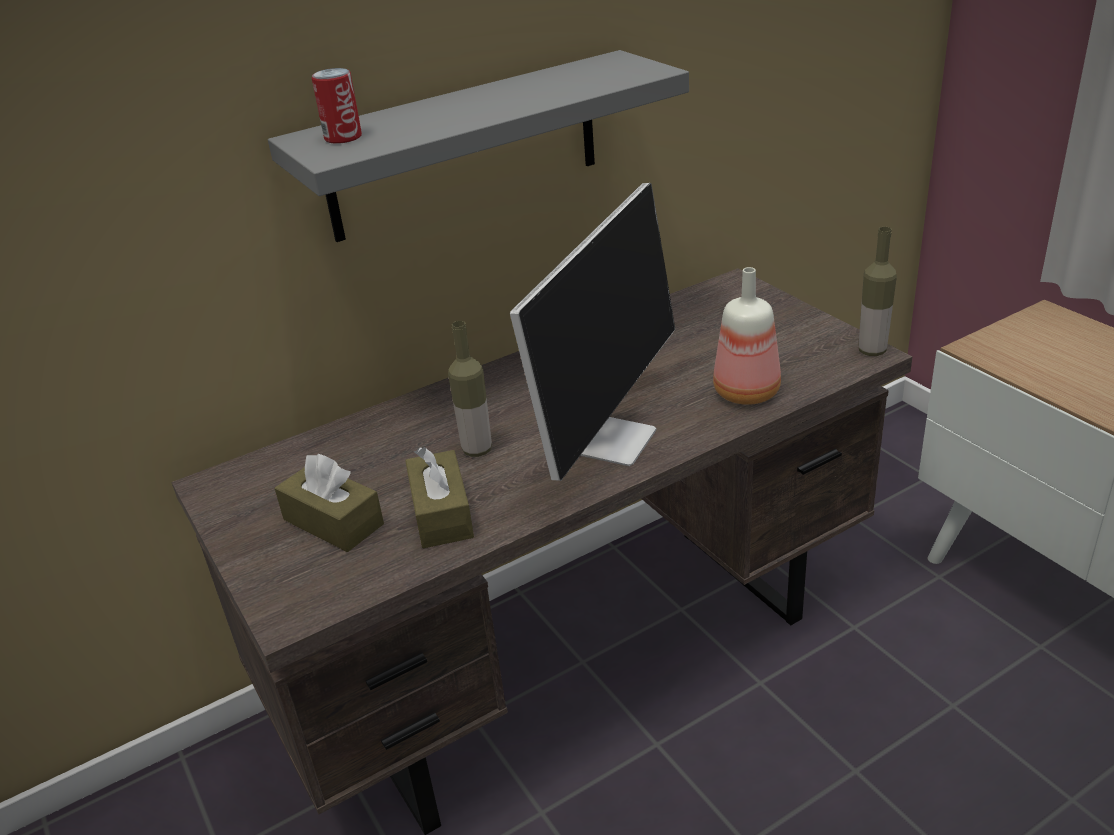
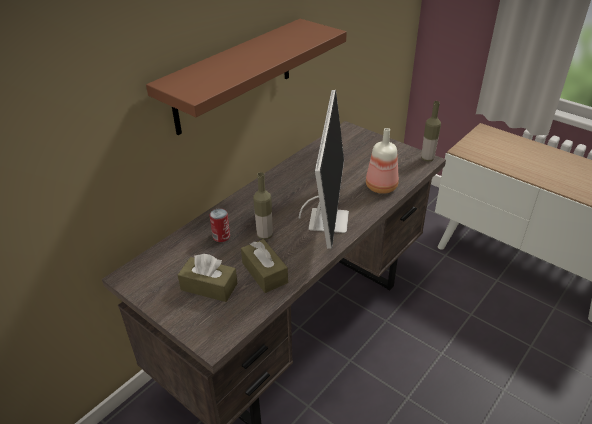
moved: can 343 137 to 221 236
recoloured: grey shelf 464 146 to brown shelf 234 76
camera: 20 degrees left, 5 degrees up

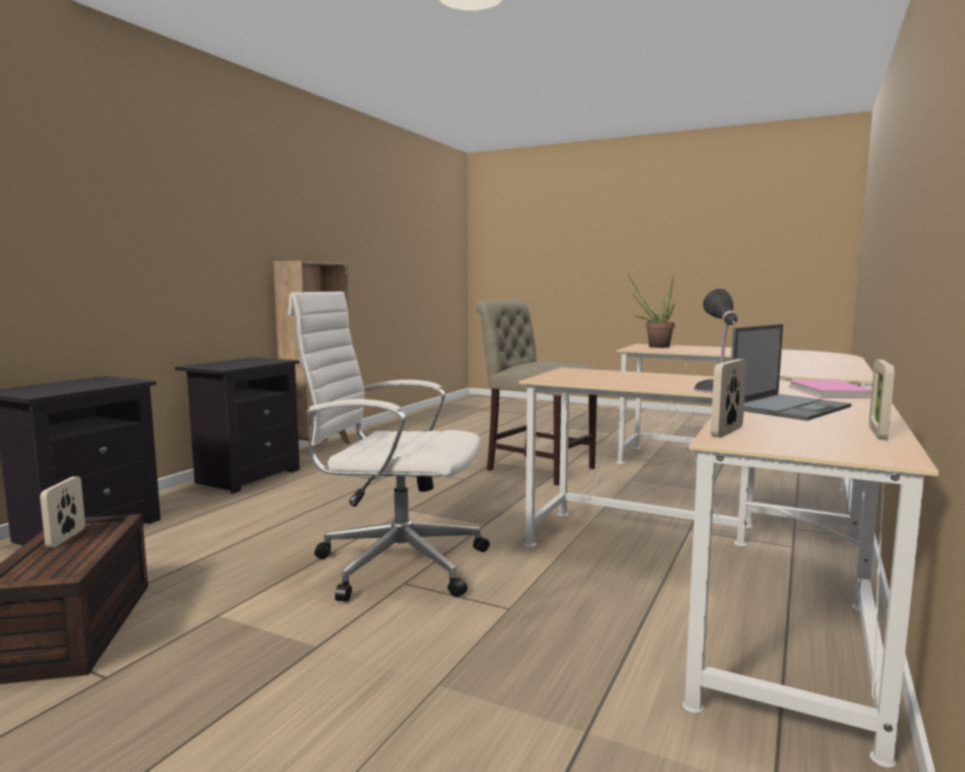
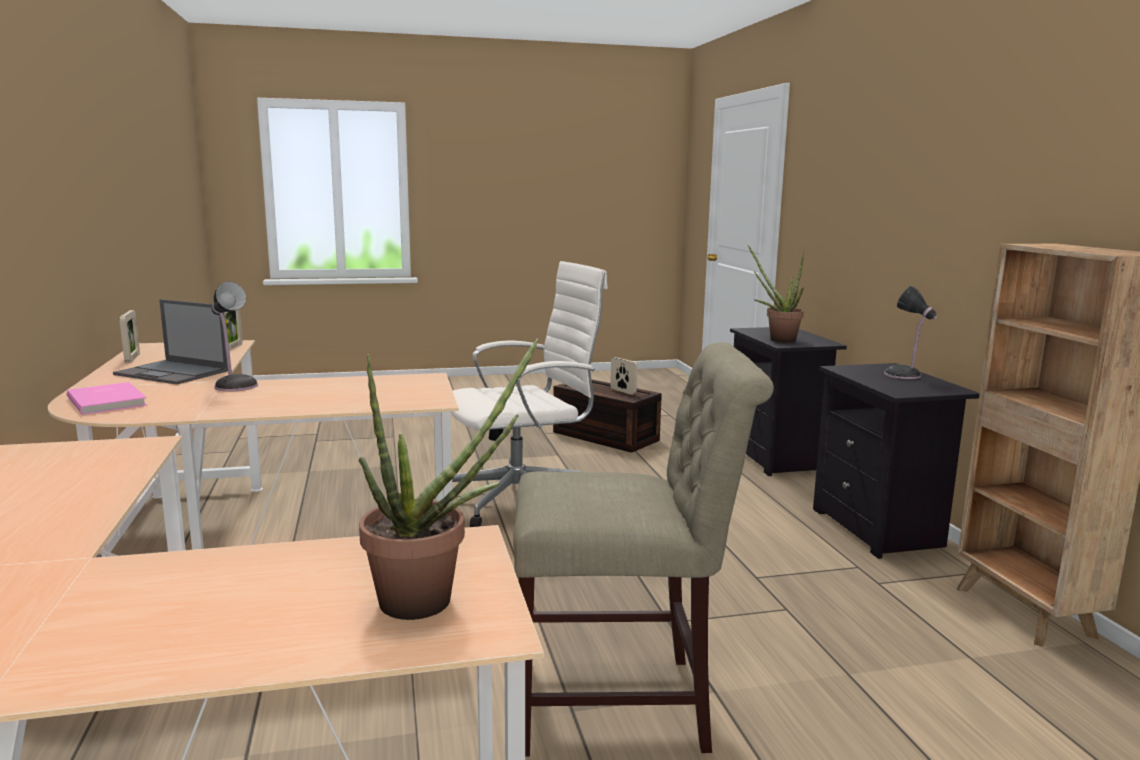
added: potted plant 777 339; table lamp 904 375
turned: laptop 789 407 = 173 373 75 degrees counterclockwise
camera: 140 degrees right, 5 degrees up

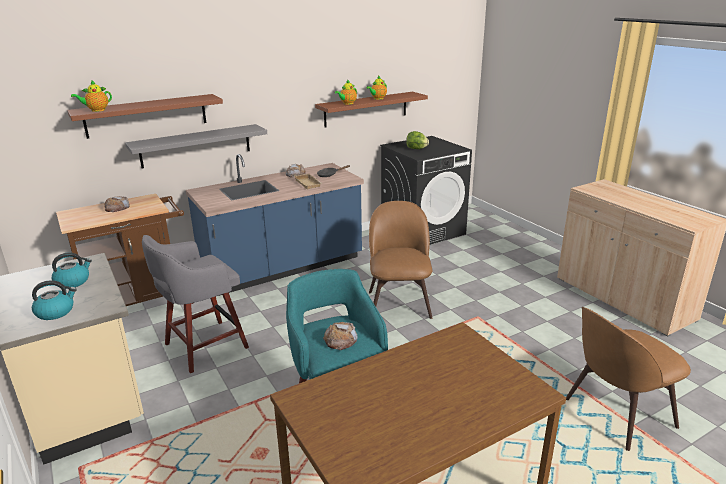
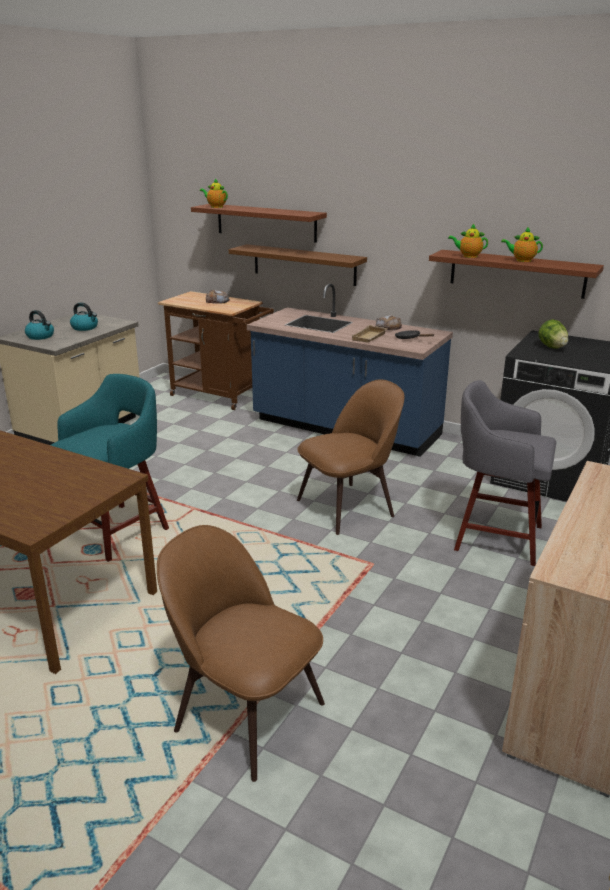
removed: bread 340 339
moved: grey stool 203 347 to 495 537
recoloured: grey shelf 196 146 to brown shelf 304 264
camera: 60 degrees right, 0 degrees up

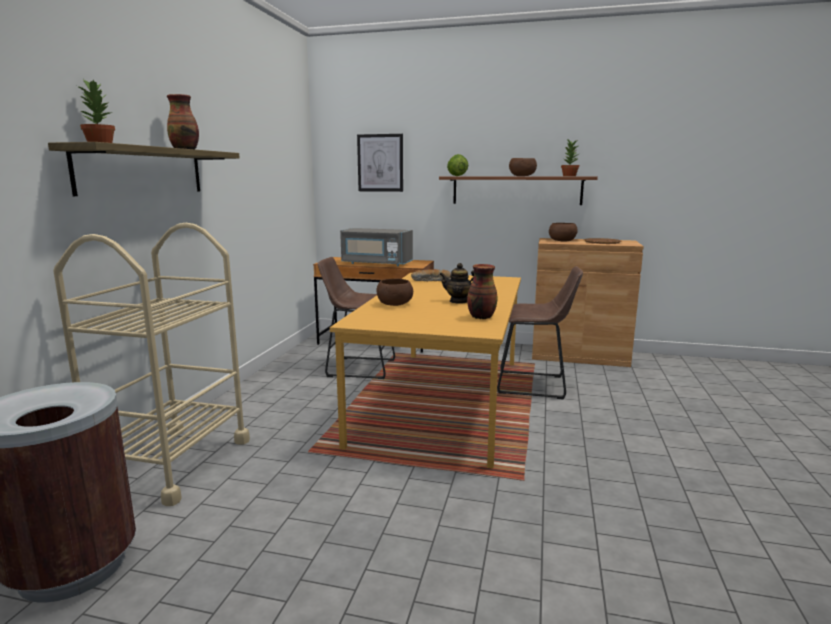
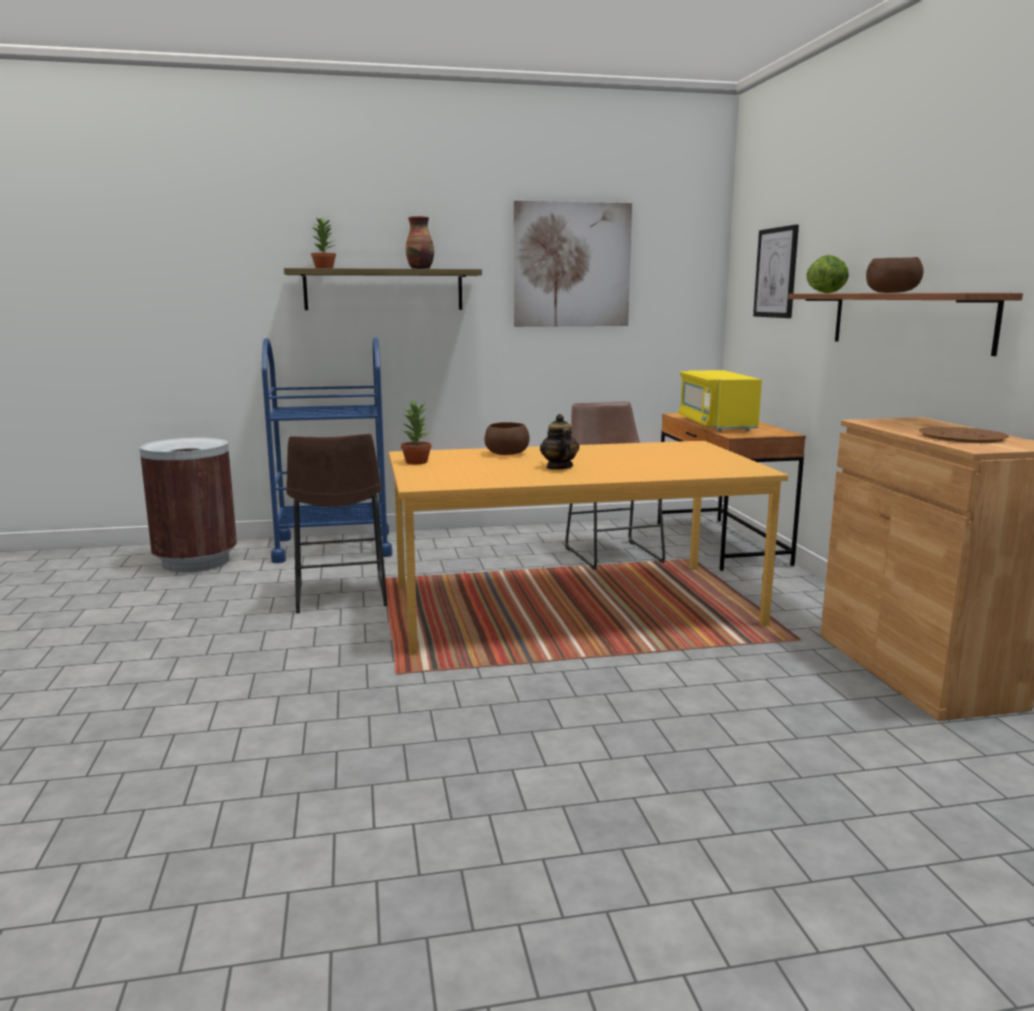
removed: bread 431 281; vase 481 317; brown bowl 562 241
added: picture 572 265
moved: brown stool 536 385 to 340 596; potted plant 569 176 to 417 462
recoloured: beige cart 173 463 to blue cart 333 547; grey microwave 376 263 to yellow microwave 715 424
camera: 65 degrees right, 0 degrees up

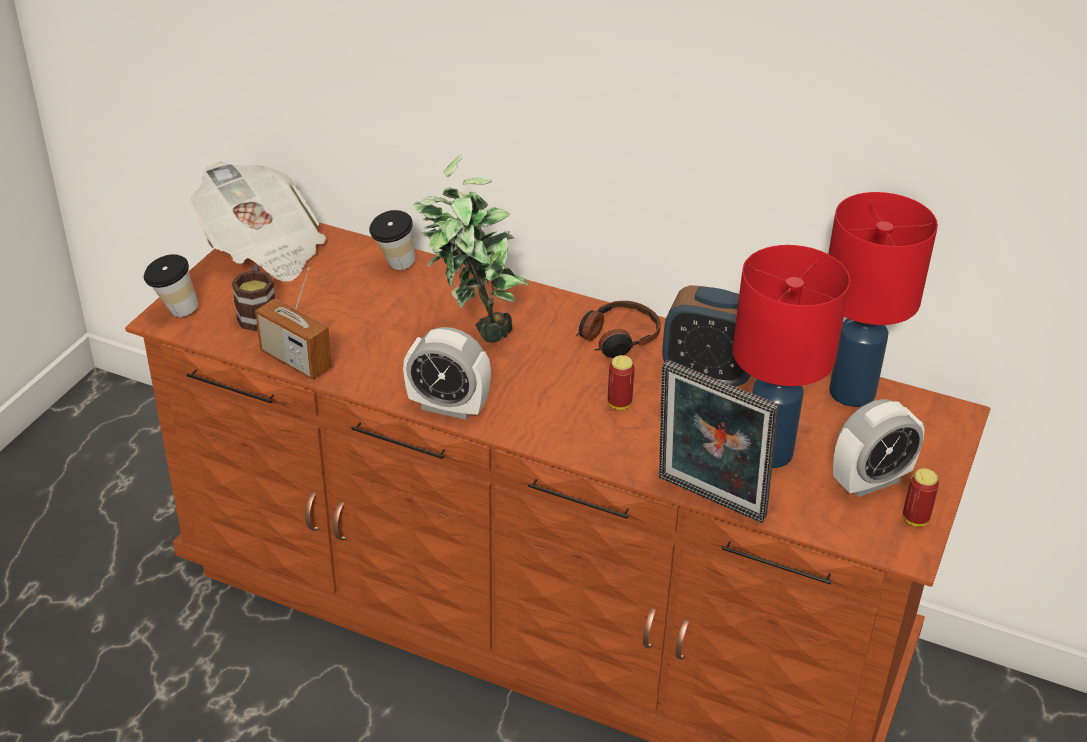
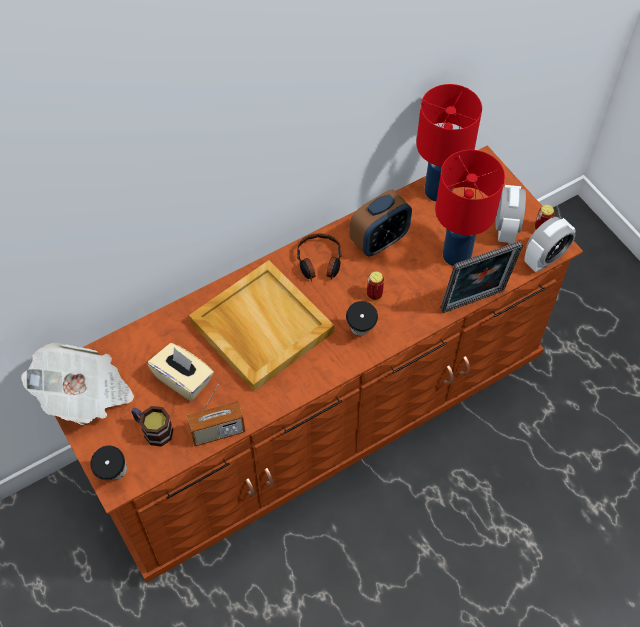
added: beige tissue box 183 379
moved: cup 394 266 to 360 333; alarm clock 448 407 to 544 259
replaced: potted plant 473 332 to beige tray 260 327
camera: 55 degrees left, 20 degrees up

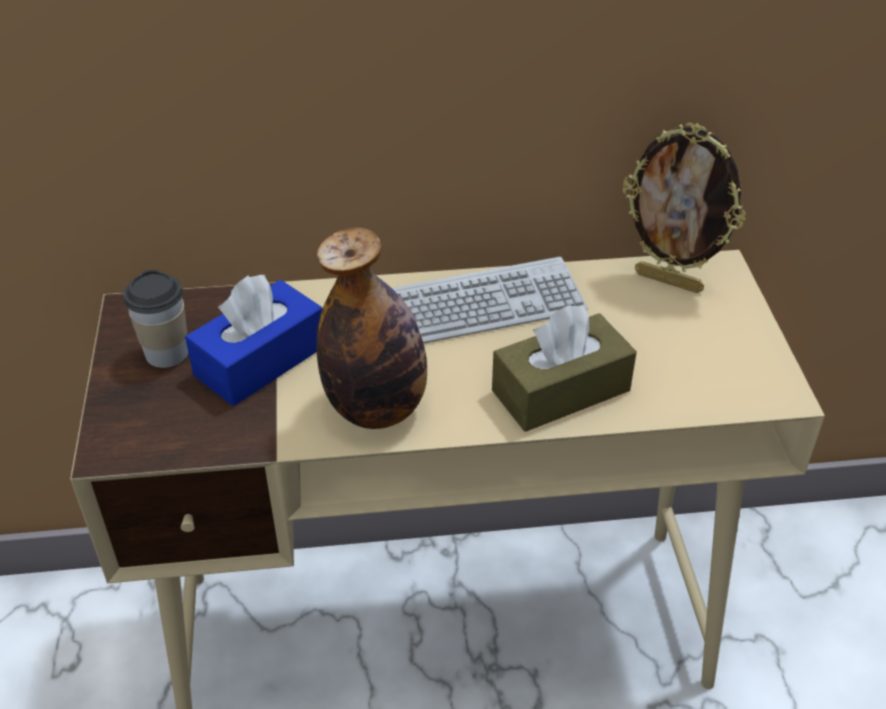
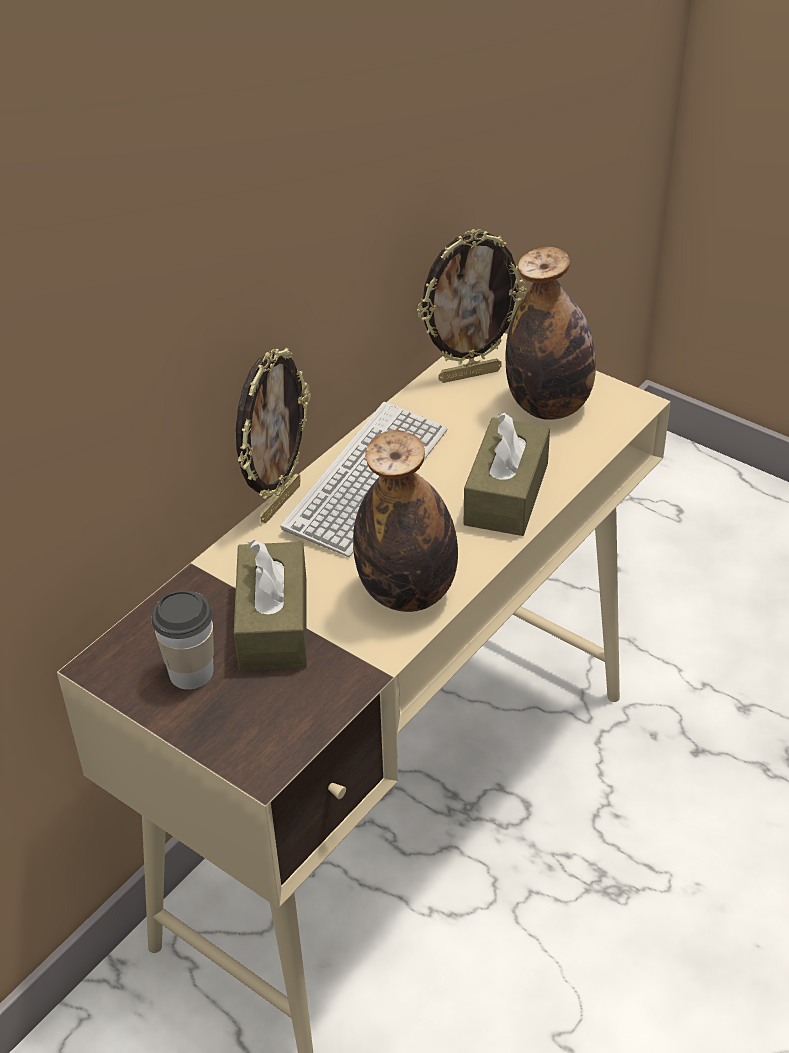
added: picture frame 279 502; bottle 549 406
recoloured: blue tissue box 260 360 to brown tissue box 273 624
camera: 45 degrees left, 0 degrees up

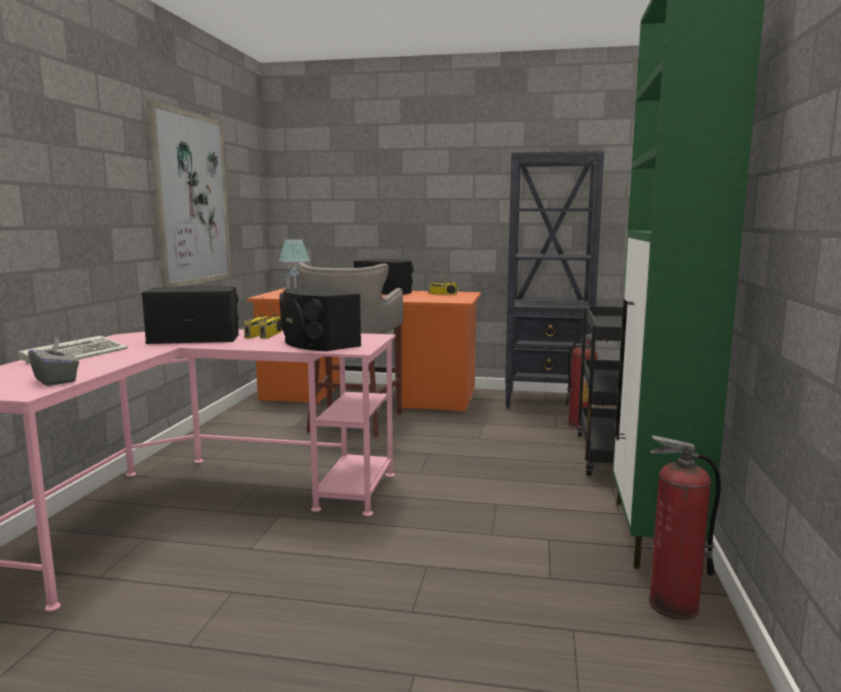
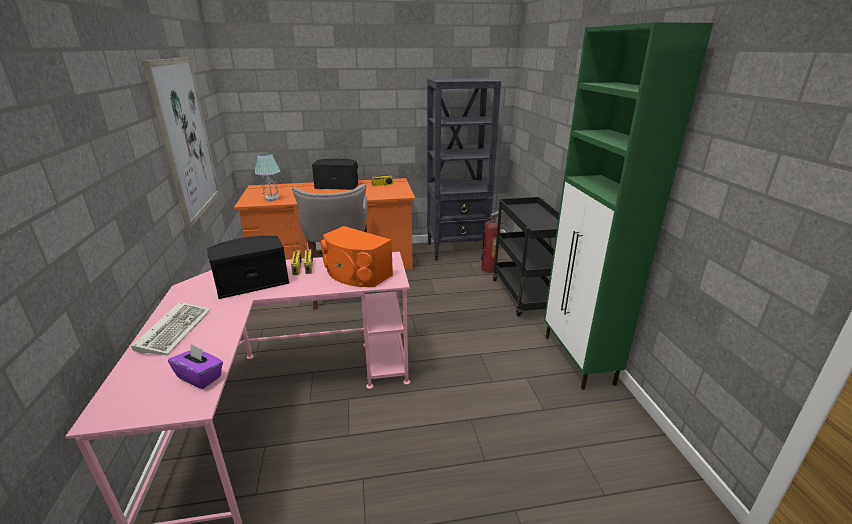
removed: fire extinguisher 673 605
recoloured: grey tissue box 56 380 to purple tissue box 200 377; black speaker 317 343 to orange speaker 355 274
camera: 20 degrees left, 15 degrees up

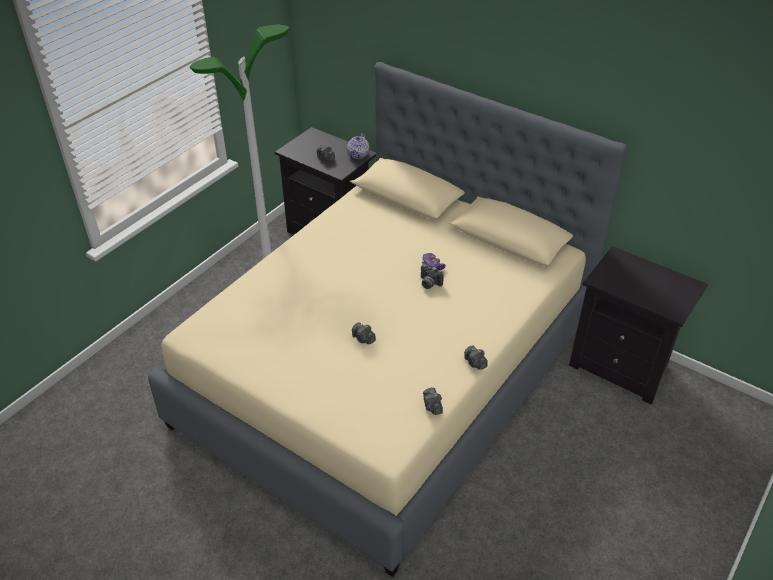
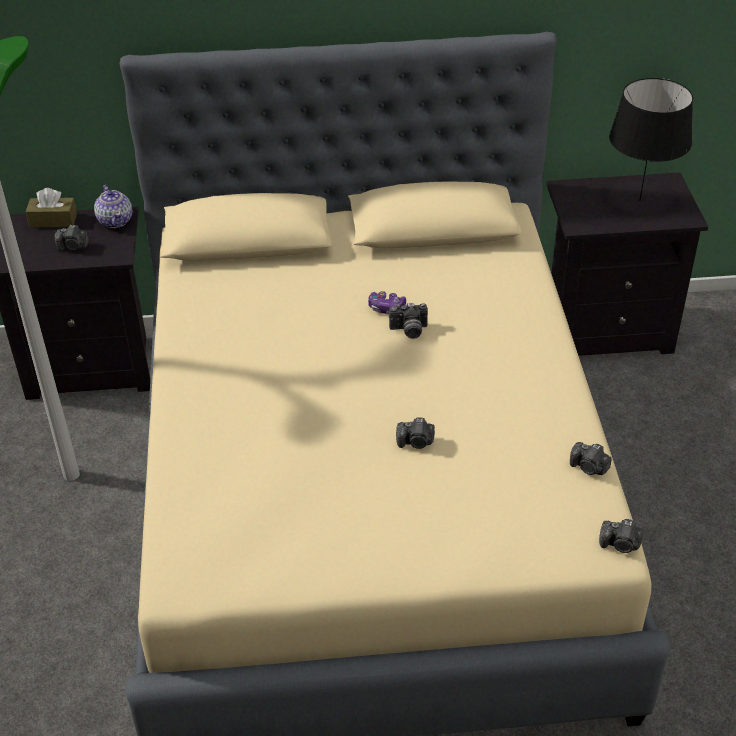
added: brown tissue box 53 220; black table lamp 640 200
moved: photo camera 475 363 to 620 544
camera: 40 degrees left, 0 degrees up

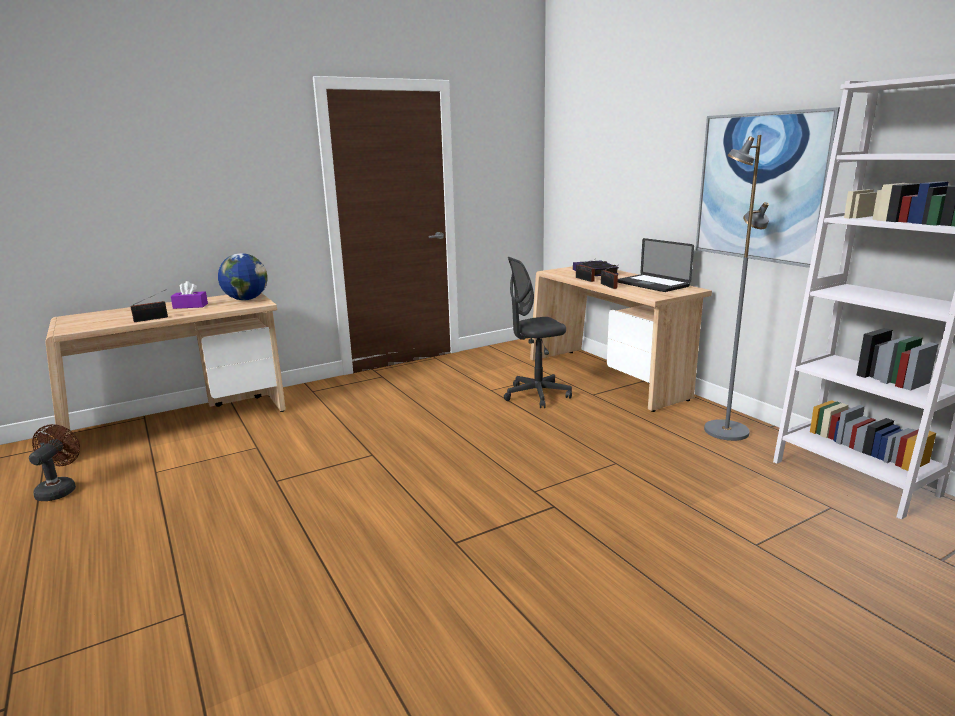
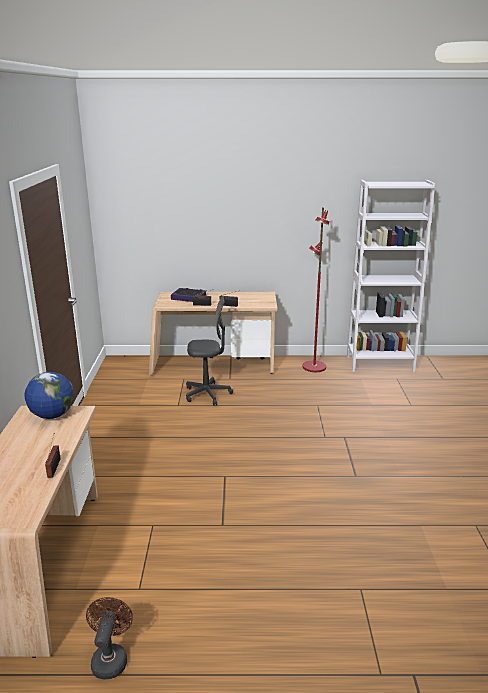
removed: purple tissue box 190 306; laptop 652 284; picture 761 187
recoloured: grey floor lamp 725 431 to red floor lamp 313 367
turned: brown fan 59 489 = 110 658 60 degrees clockwise; grey office chair 536 395 = 207 394 105 degrees counterclockwise
camera: 60 degrees left, 5 degrees up

